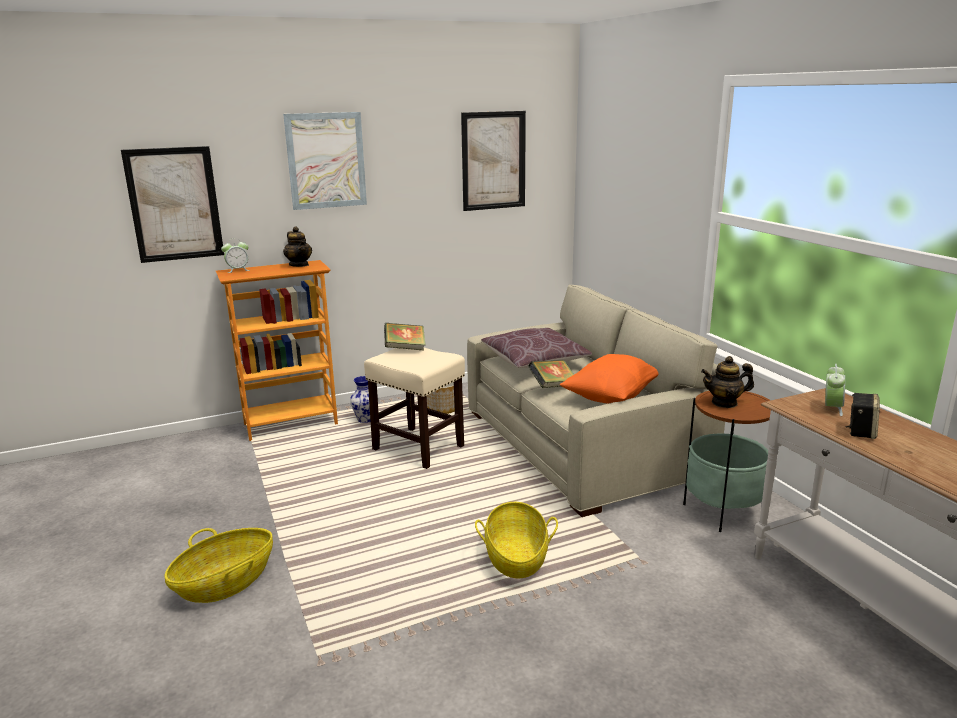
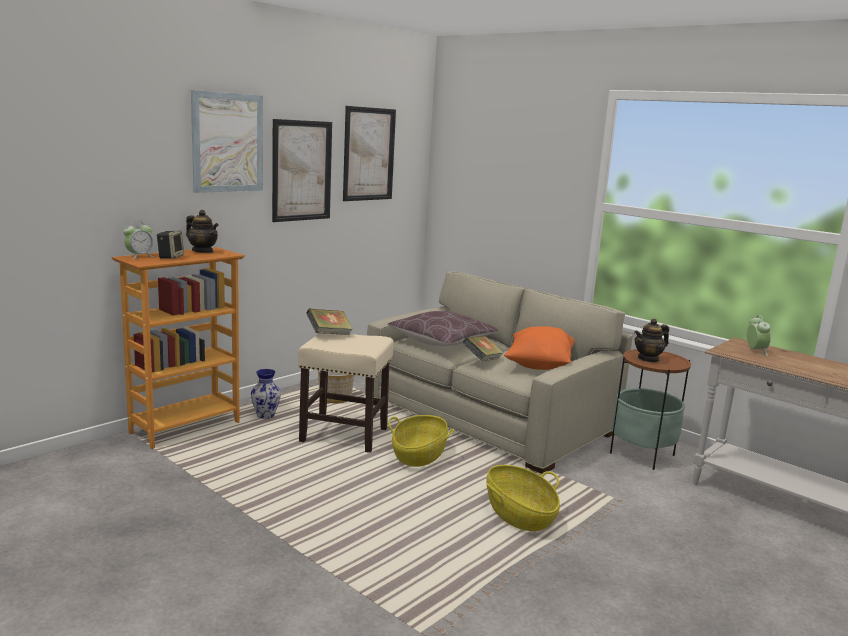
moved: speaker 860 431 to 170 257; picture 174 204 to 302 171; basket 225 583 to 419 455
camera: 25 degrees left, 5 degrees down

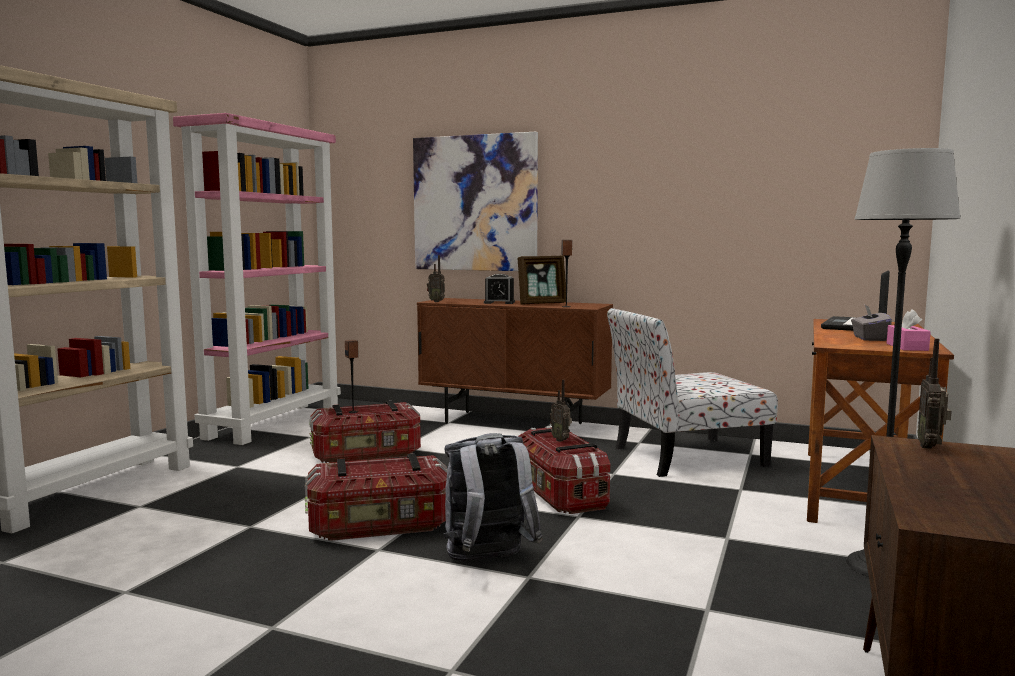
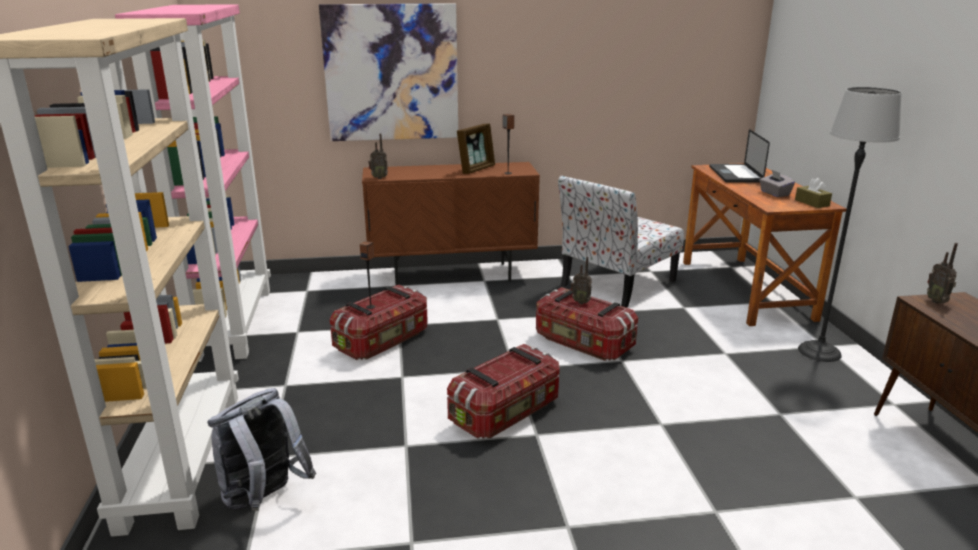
removed: alarm clock 499 302
moved: grey backpack 488 561 to 264 499
recoloured: pink tissue box 907 347 to brown tissue box 812 203
camera: 30 degrees left, 15 degrees up

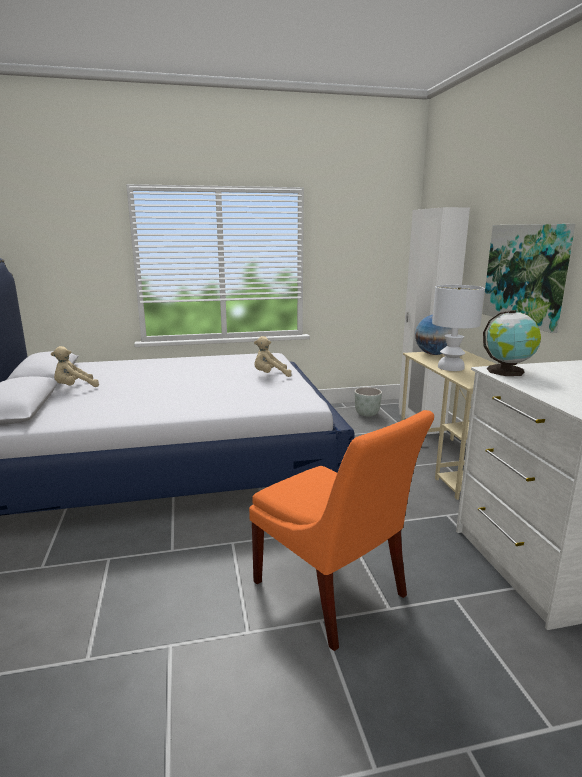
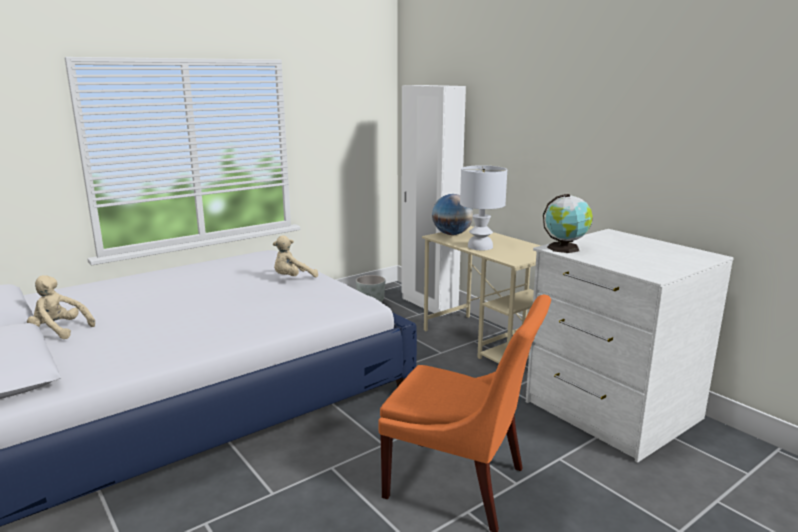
removed: picture 525 274
turned: beige plush toy 74 388 = 59 331 75 degrees clockwise
camera: 25 degrees left, 0 degrees up

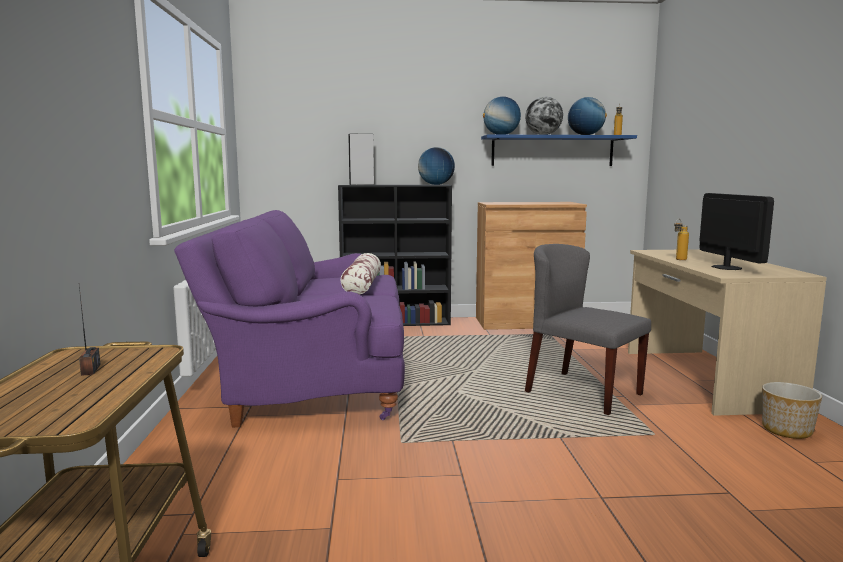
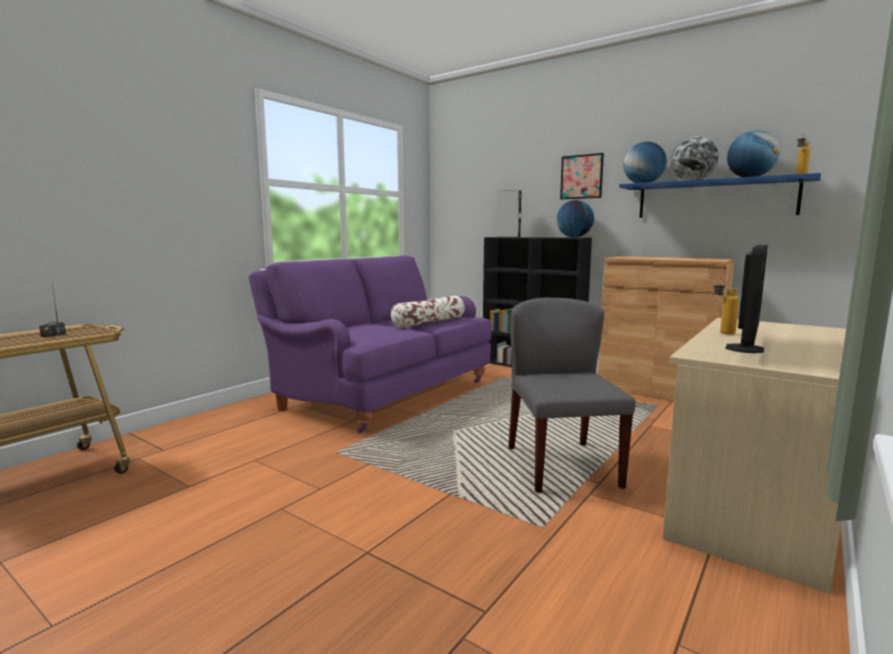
removed: planter 787 430
added: picture 581 177
camera: 40 degrees right, 0 degrees up

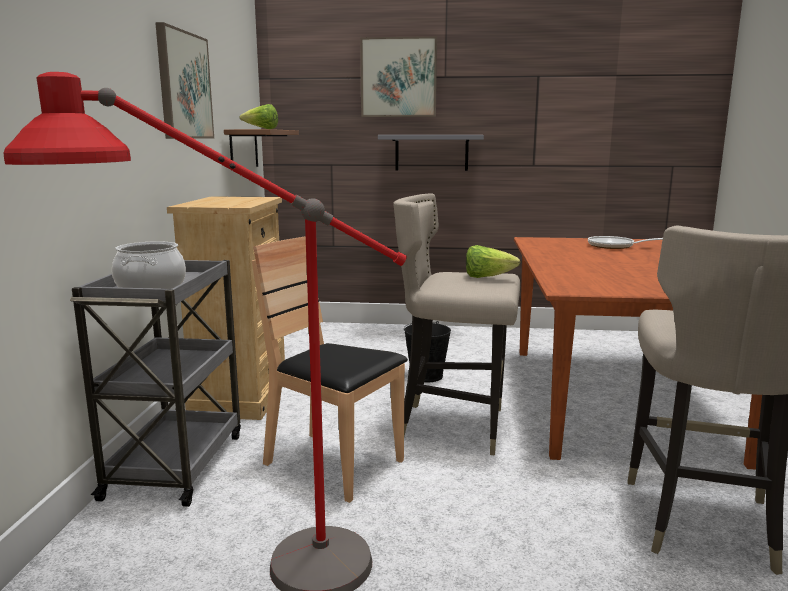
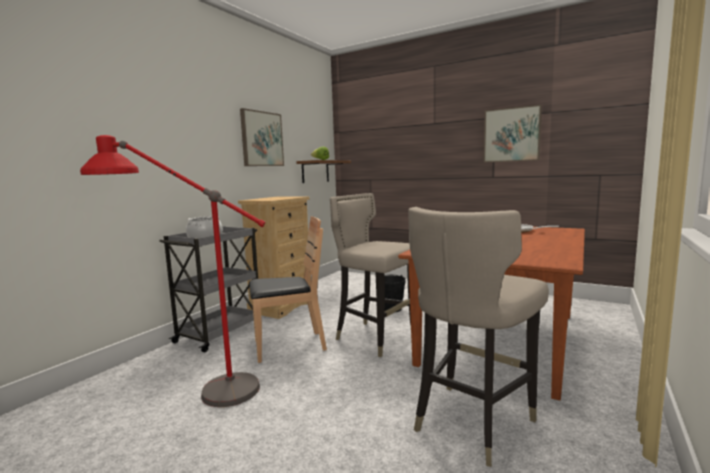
removed: grey shelf 431 152; lettuce 487 277
moved: picture 398 77 to 511 135
turned: brown chair 333 464 = 288 346 105 degrees clockwise
camera: 25 degrees right, 5 degrees down

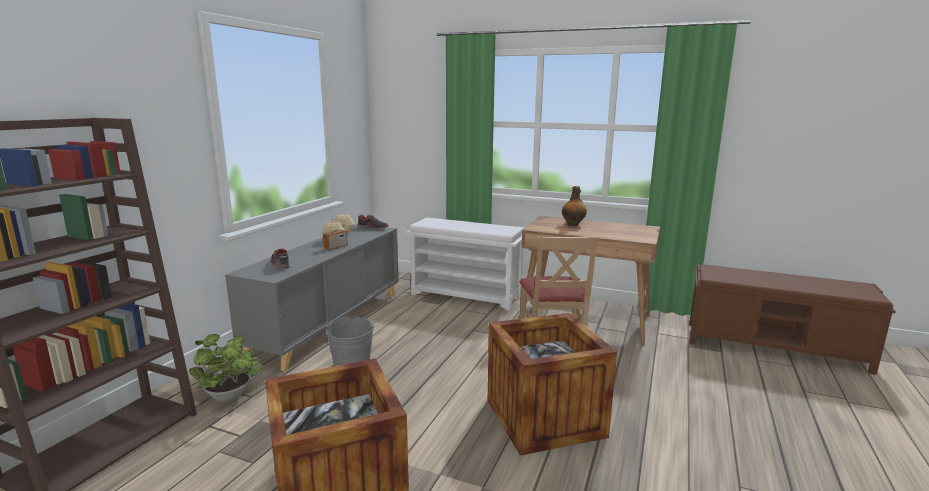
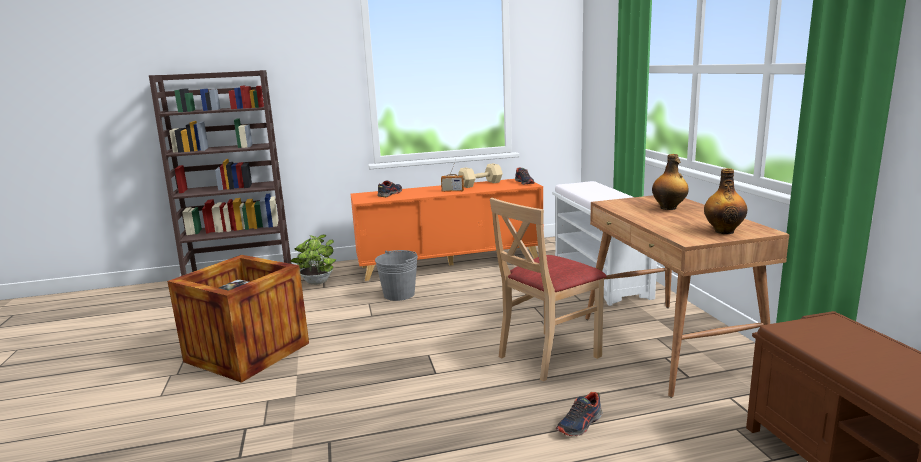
removed: crate 544 418
added: shoe 580 424; bottle 723 231
recoloured: grey cabinet 329 323 to orange cabinet 450 263
camera: 55 degrees right, 0 degrees up

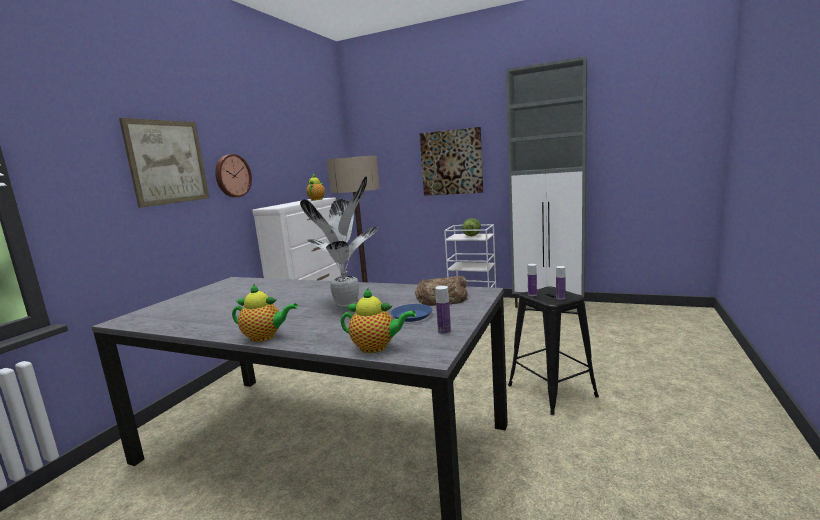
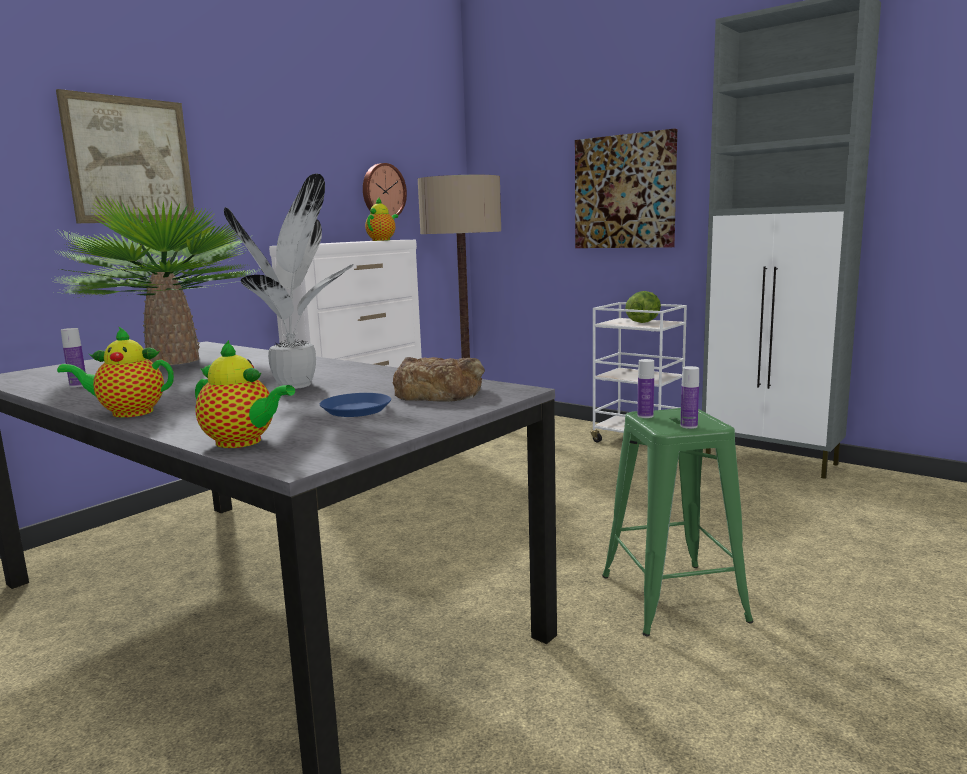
added: potted plant 173 360
moved: bottle 444 332 to 78 385; wall clock 232 176 to 382 191
recoloured: black stool 551 390 to green stool 672 597
turned: teapot 265 337 = 128 413 150 degrees clockwise
camera: 15 degrees right, 0 degrees up

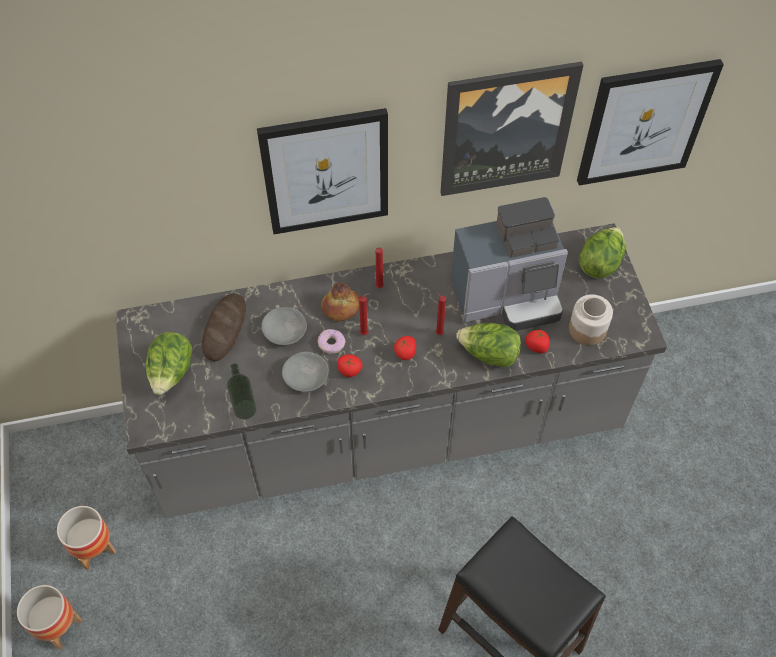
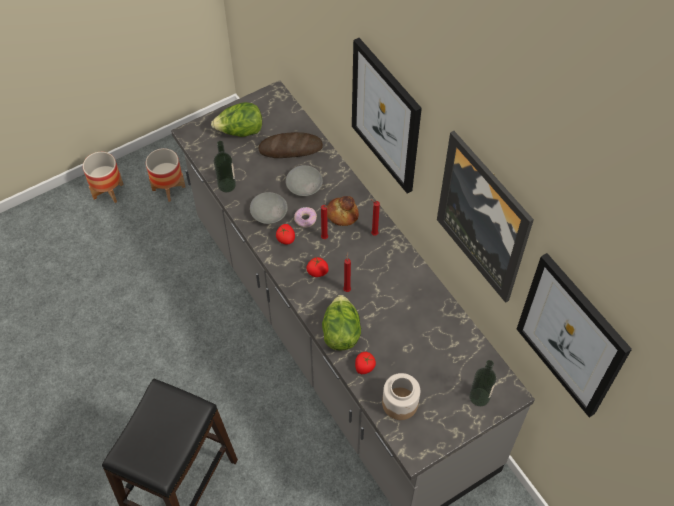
removed: coffee machine 508 297
replaced: lettuce 599 263 to bottle 479 397
camera: 70 degrees right, 0 degrees up

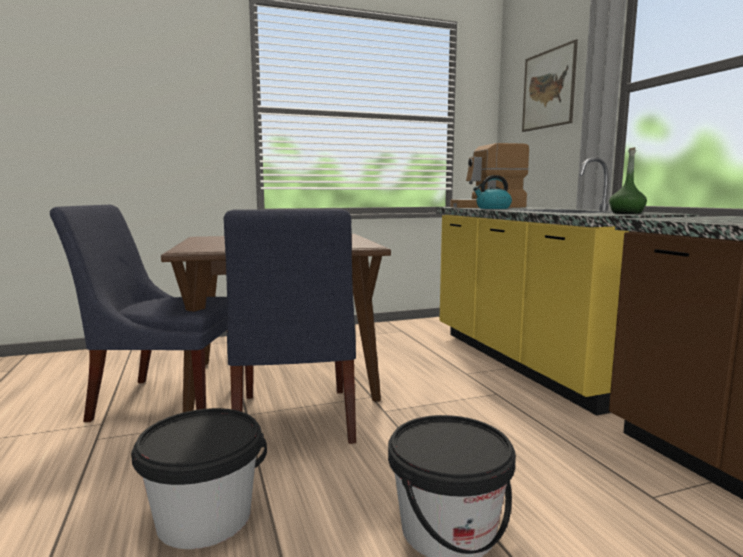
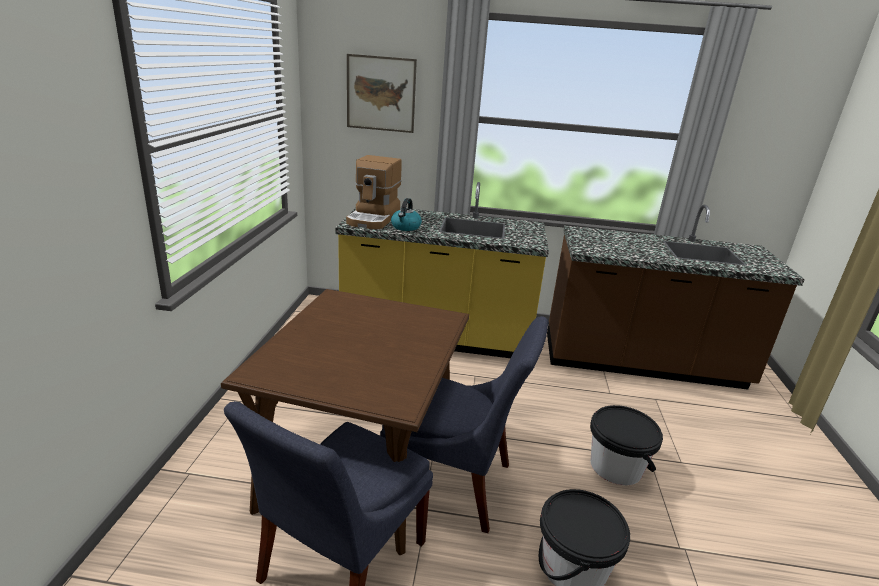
removed: green bottle 626 213
camera: 65 degrees left, 15 degrees up

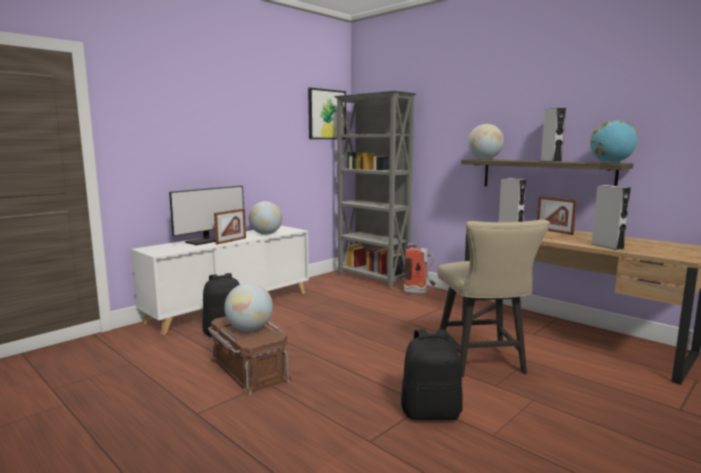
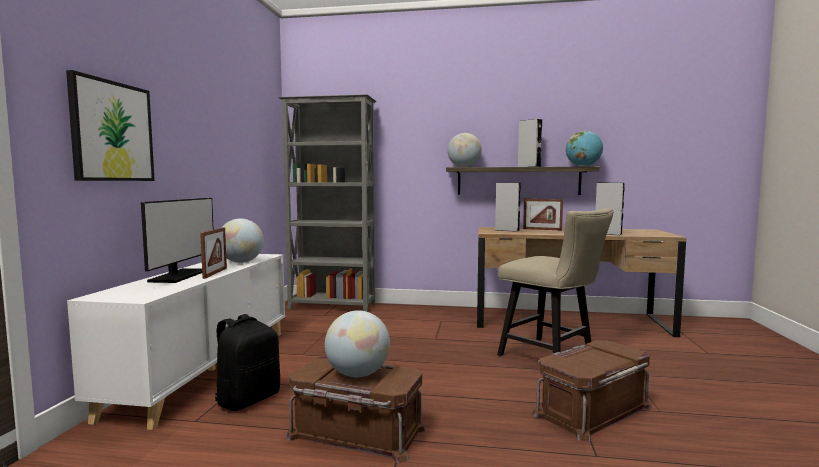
removed: fire extinguisher 419 293
moved: picture 326 114 to 112 131
replaced: black backpack 431 412 to brown storage box 591 410
camera: 35 degrees left, 5 degrees down

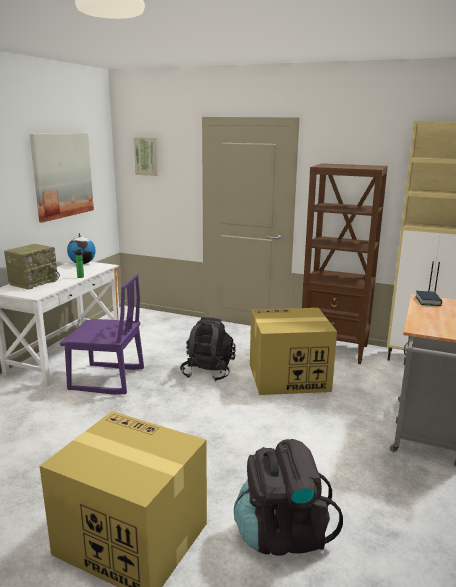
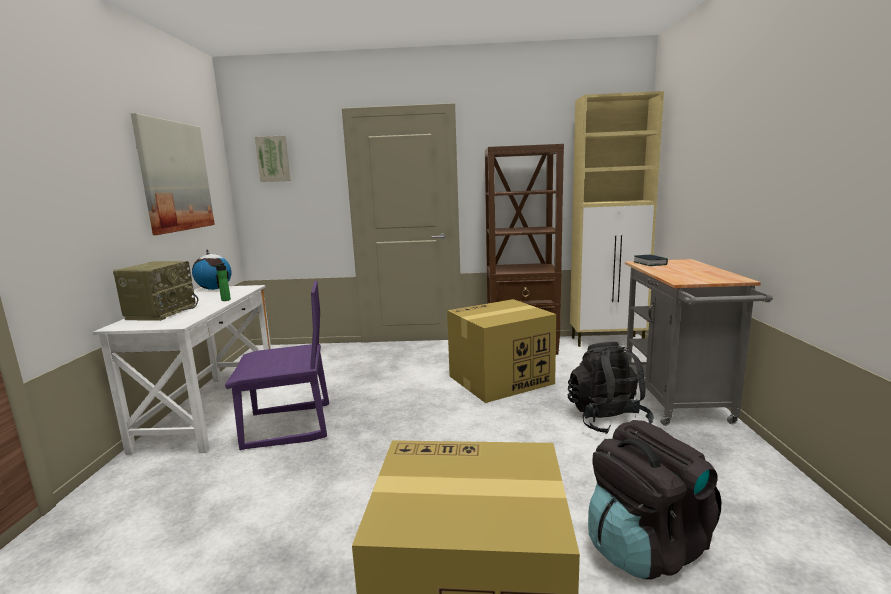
moved: black backpack 208 372 to 607 420
camera: 20 degrees left, 5 degrees down

